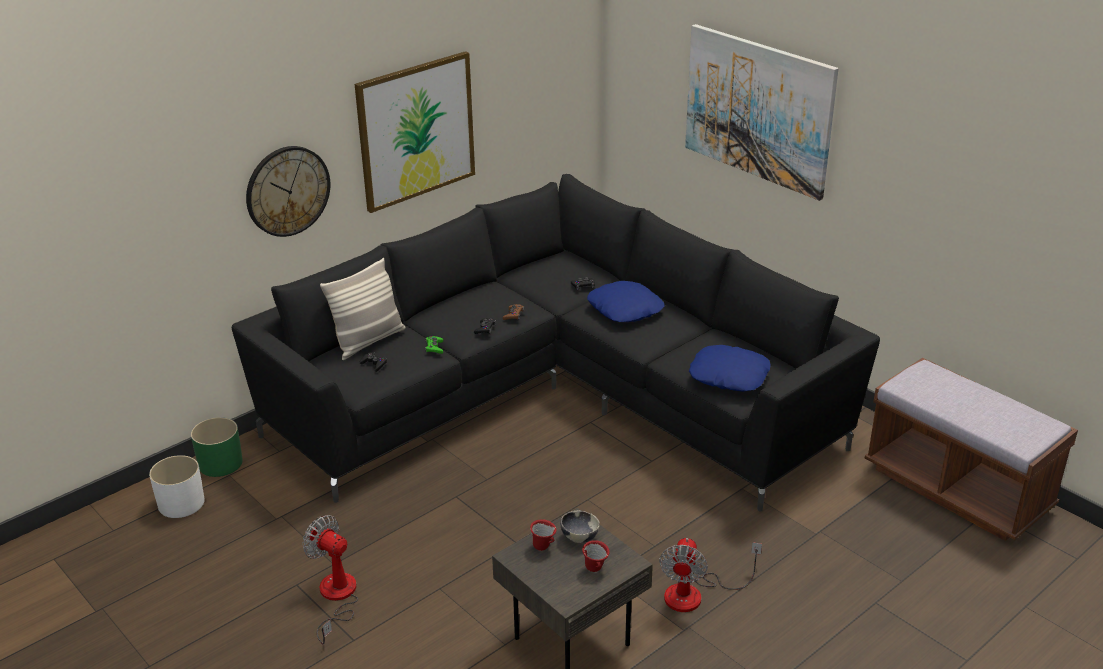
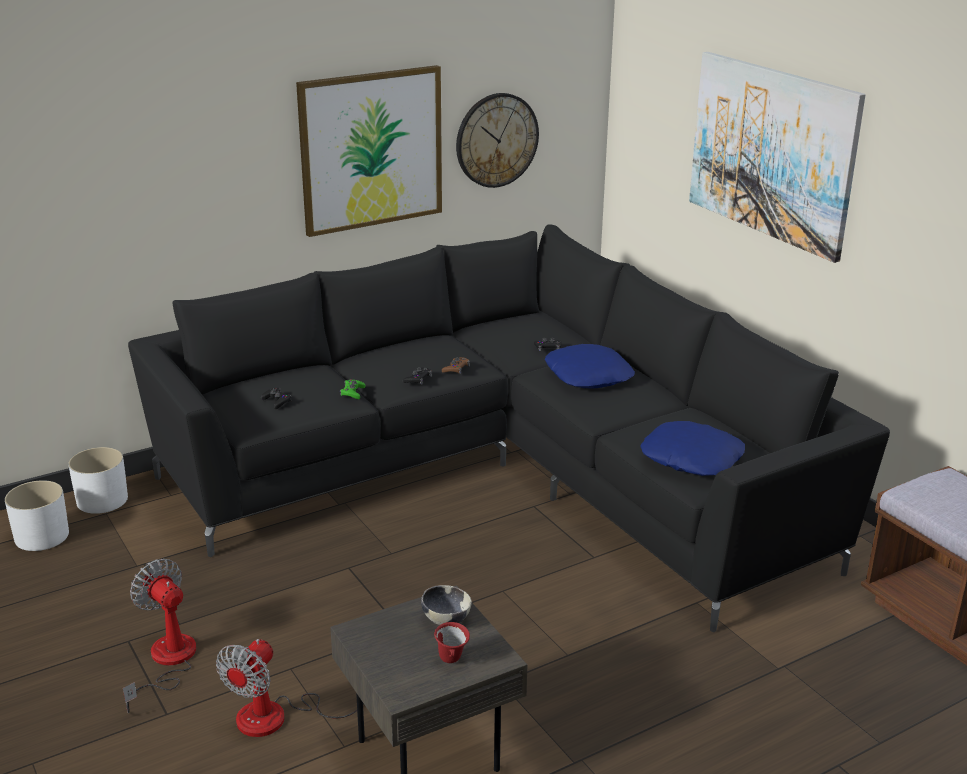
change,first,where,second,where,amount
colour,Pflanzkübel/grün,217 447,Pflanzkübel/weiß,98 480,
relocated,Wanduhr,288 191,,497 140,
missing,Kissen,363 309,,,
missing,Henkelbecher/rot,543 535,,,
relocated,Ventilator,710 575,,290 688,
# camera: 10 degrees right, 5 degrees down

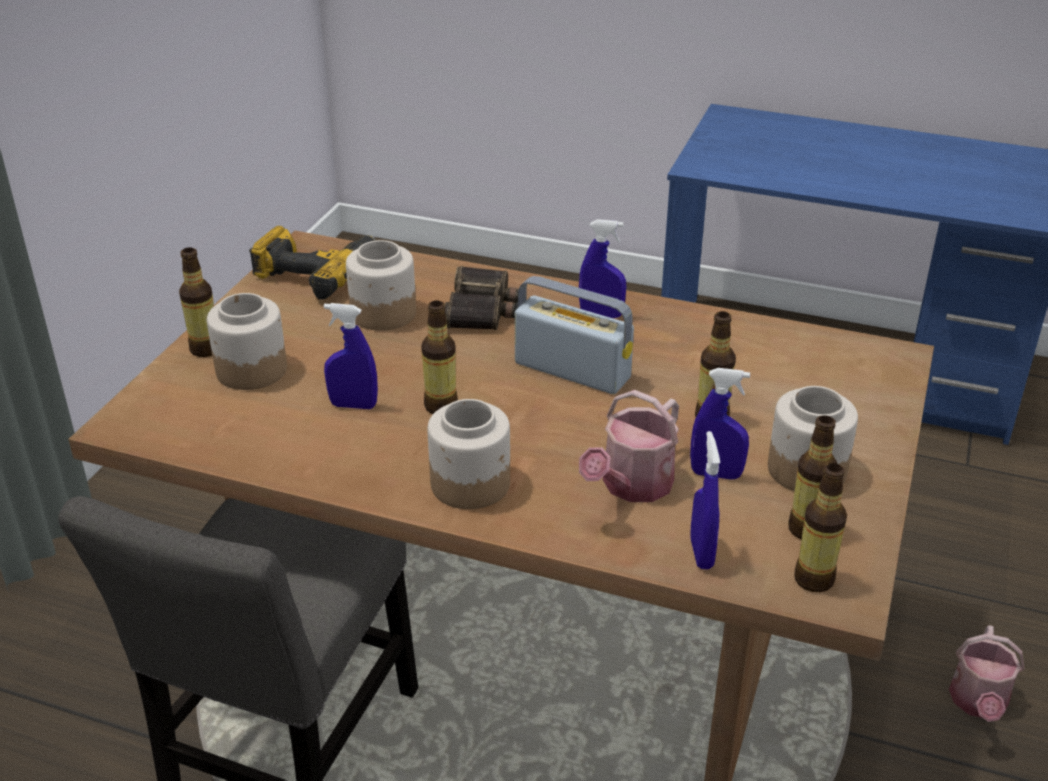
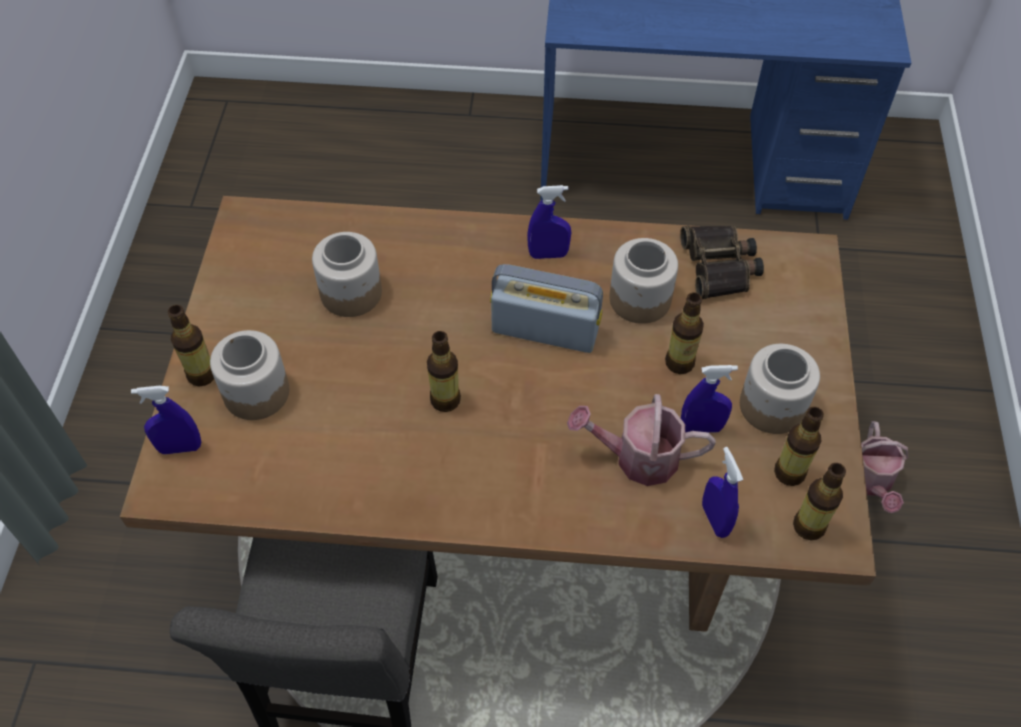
change,first,where,second,where,amount
missing,Bohrmaschine,312 263,,,
relocated,Sprühflasche/blau,351 356,,166 420,
relocated,Vorratsglas,469 454,,643 281,
relocated,Fernglas,481 298,,722 262,
spun,Gießkanne,629 446,,641 440,75 degrees clockwise
# camera: 15 degrees left, 20 degrees up

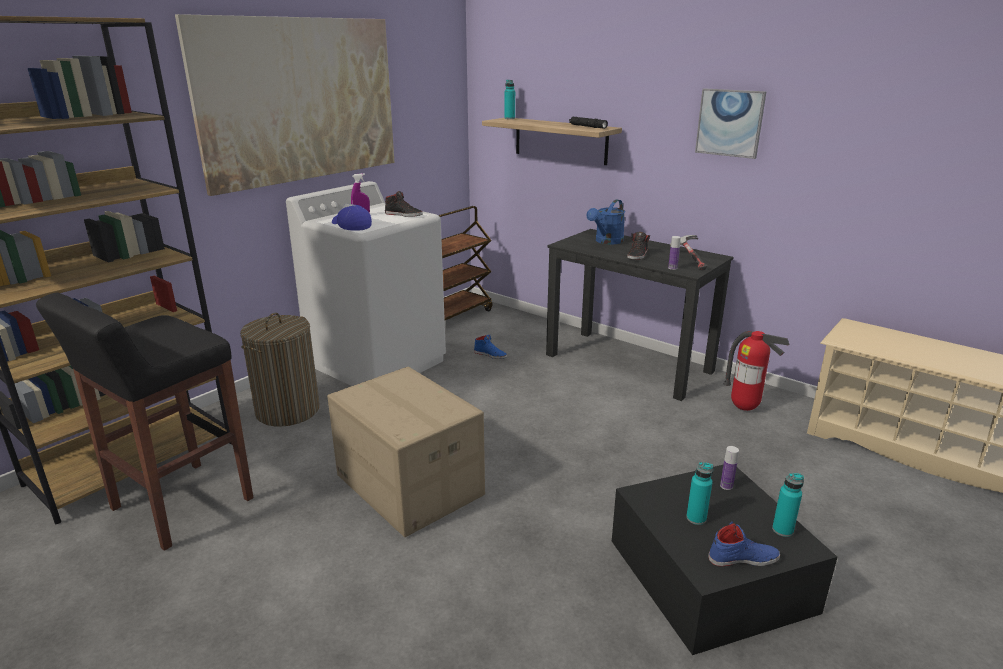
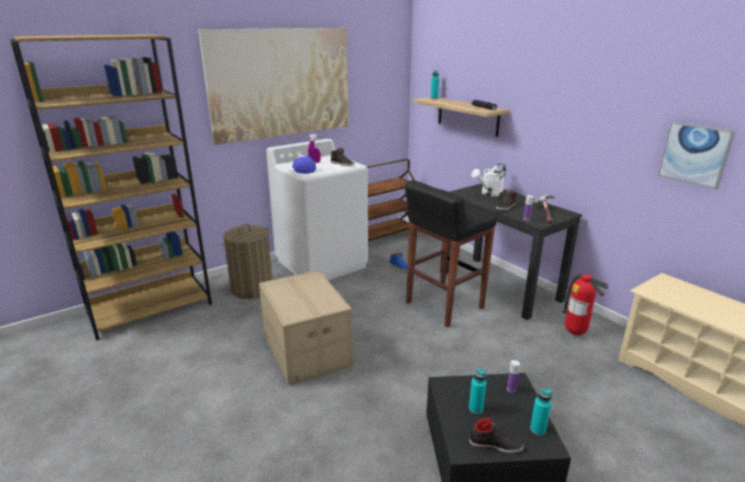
change,first,where,second,where,amount
relocated,Hocker/schwarz,144 422,,451 253,
colour,Gießkanne/blau,606 222,Gießkanne/weiß,488 180,
relocated,Bild,731 123,,696 155,
colour,Schuh/blau,744 543,Schuh/schwarz,496 434,
# camera: 15 degrees right, 0 degrees up

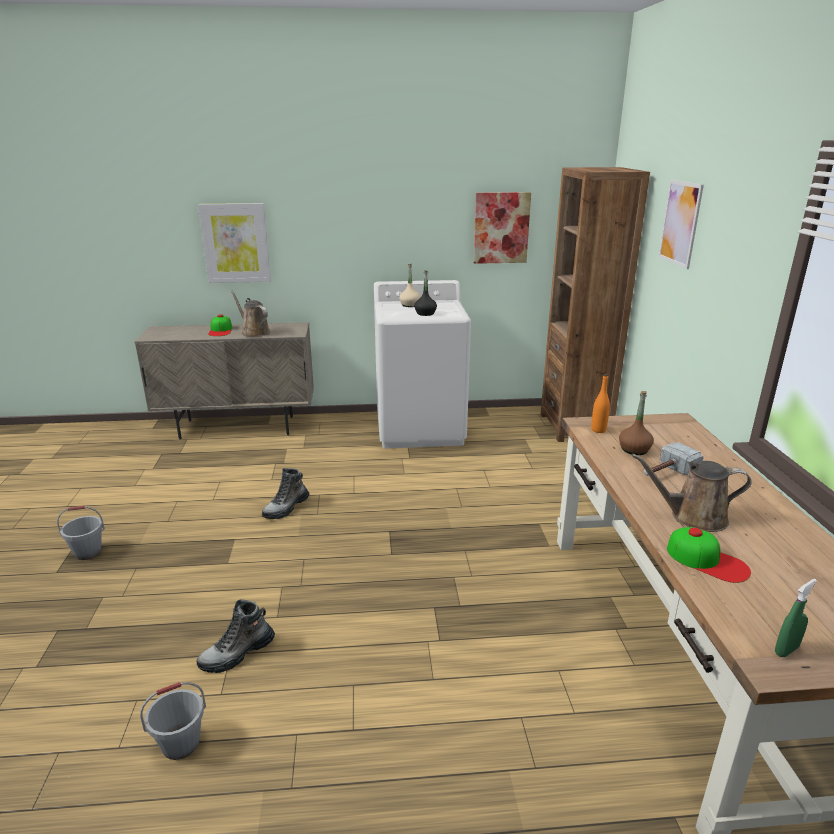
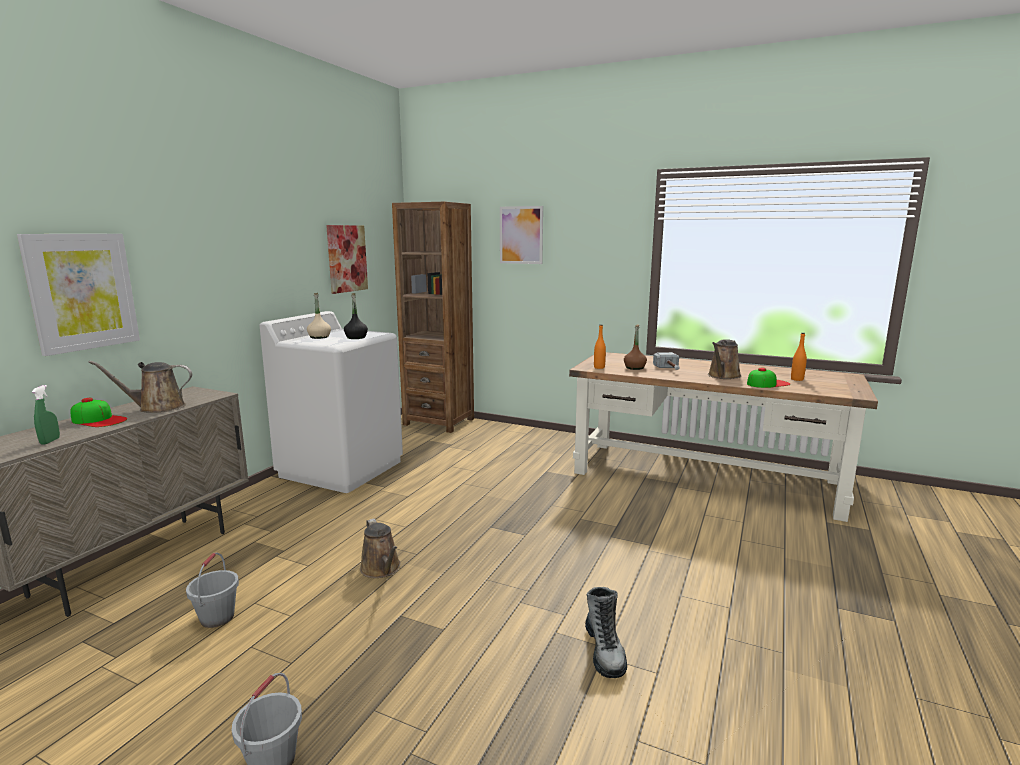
change,first,where,second,where,amount
relocated,Eimer/grau,173 721,,212 590,
exchanged,Stiefel,285 493,Gießkanne/braun,380 548,
relocated,Sprühflasche/grün,796 618,,46 415,
appeared,,,Flasche/orange,799 357,
# camera: 60 degrees left, 10 degrees down

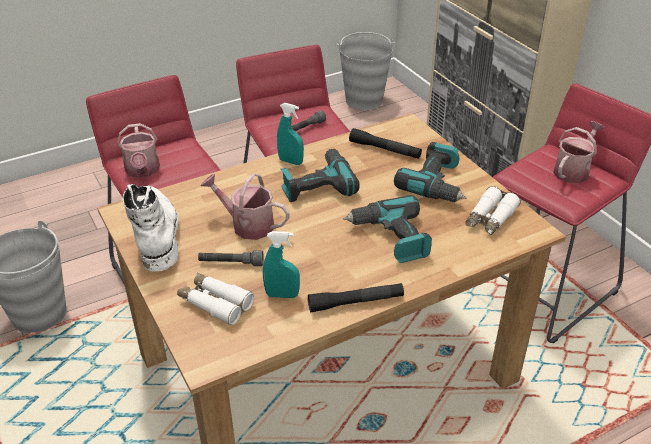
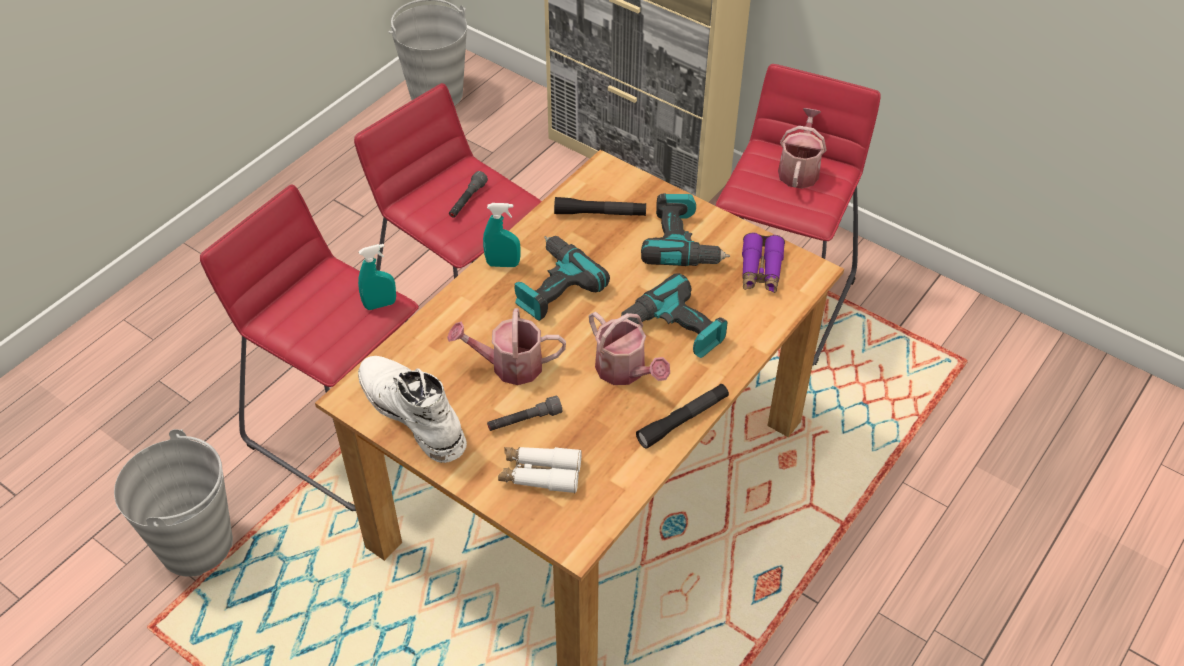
change,first,where,second,where,amount
relocated,Gießkanne,138 150,,629 348,
relocated,Sprühflasche/türkis,281 264,,377 277,
colour,Fernglas/weiß,493 210,Fernglas/lila,763 262,
# camera: 25 degrees left, 10 degrees up

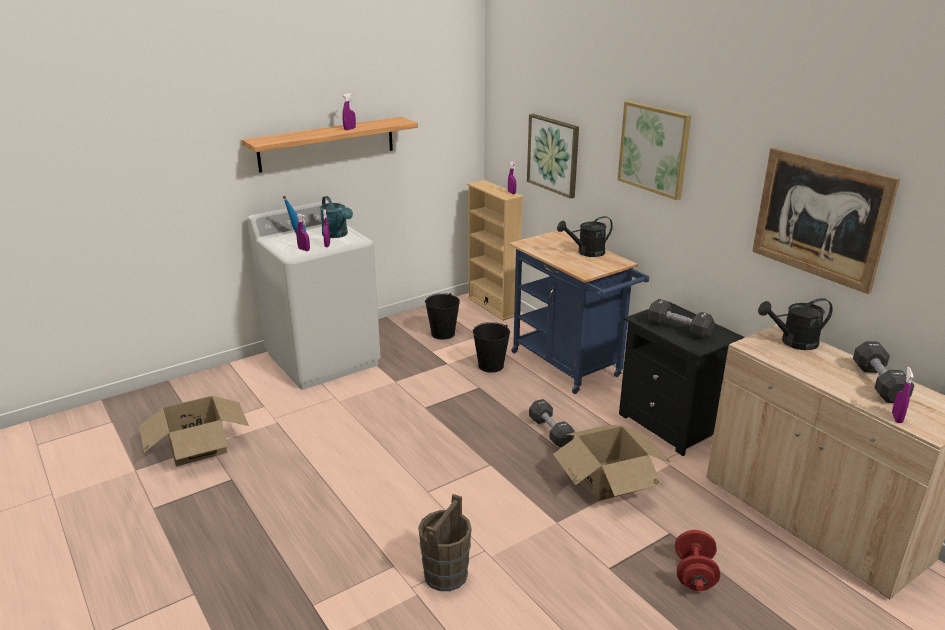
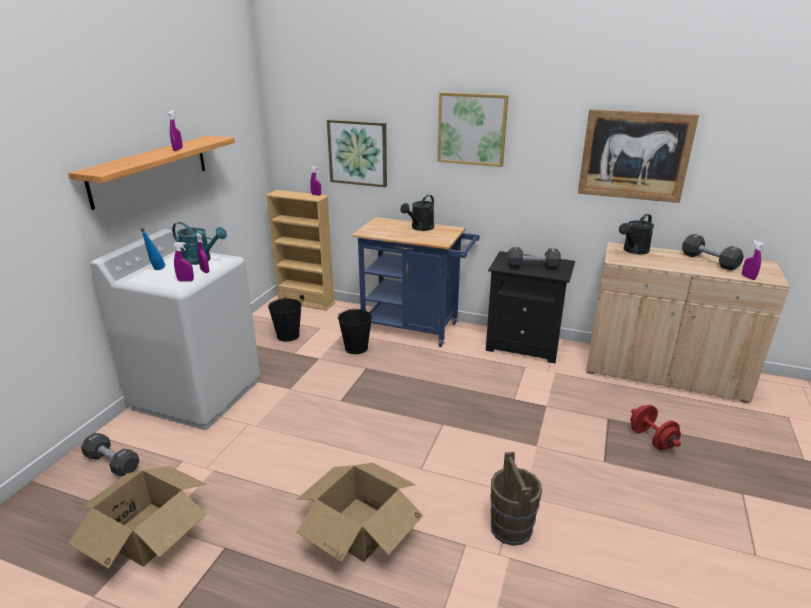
change,first,where,second,where,amount
relocated,Hantel/schwarz,552 423,,110 454,
relocated,Karton,611 463,,359 512,
# camera: 35 degrees left, 0 degrees up

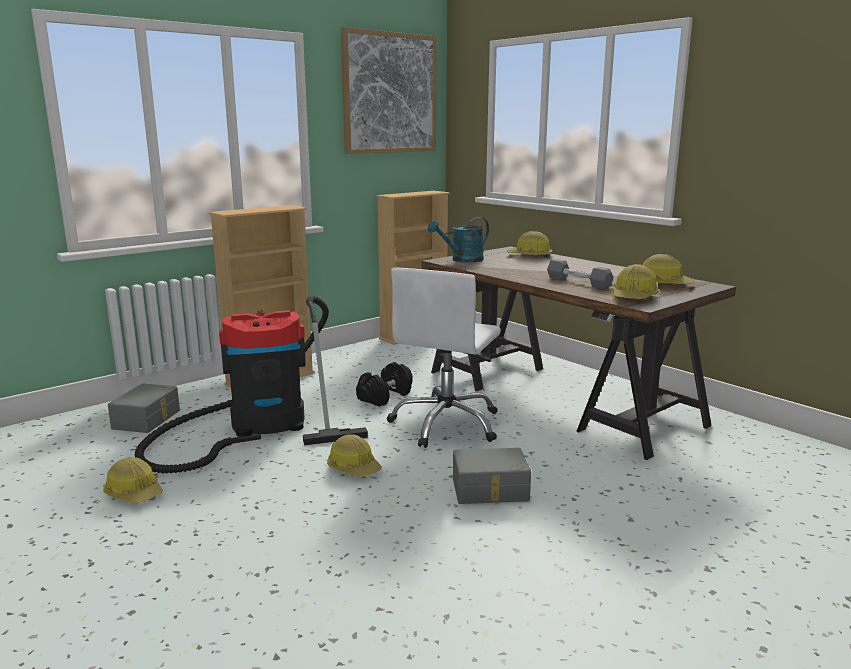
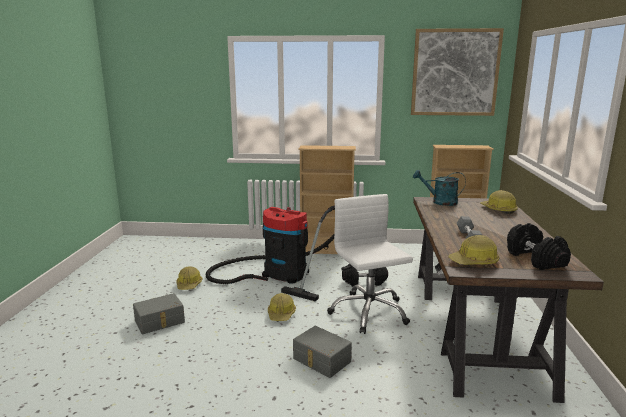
change,first,where,second,where,amount
relocated,Aufbewahrungsbox/grau,144 408,,159 313,
spun,Bürostuhl/weiß,444 358,,370 264,90 degrees clockwise
exchanged,Schutzhelm,668 269,Hantel/schwarz,539 246,
# camera: 45 degrees right, 0 degrees up

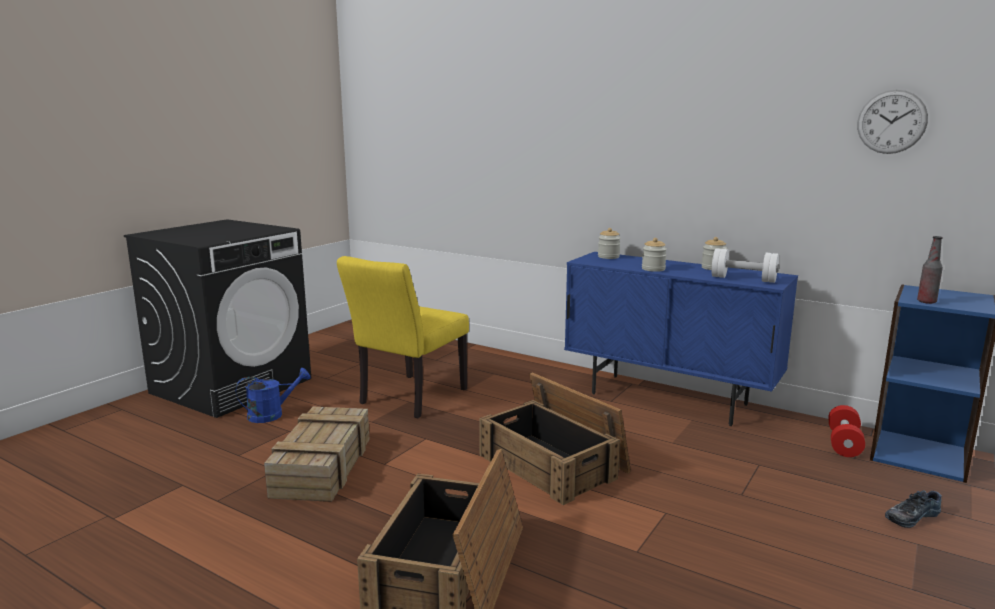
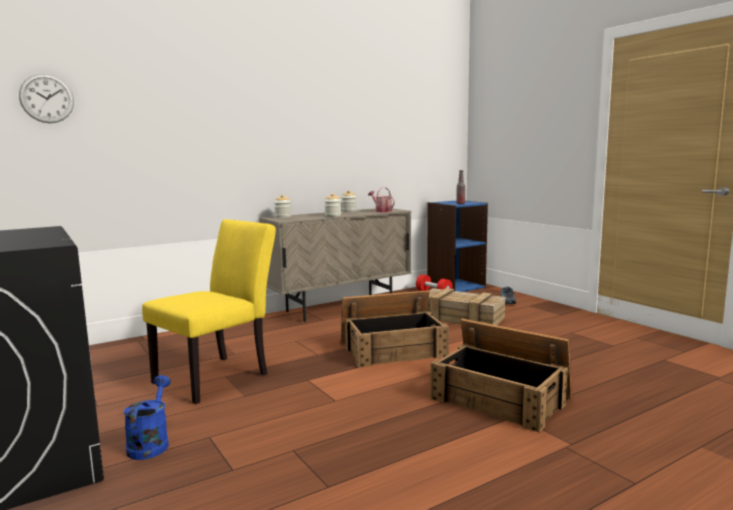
change,first,where,second,where,amount
relocated,Kiste,317 454,,466 306,
spun,Stuhl/gelb,403 337,,209 311,105 degrees counterclockwise
colour,Schrank/blau,681 339,Schrank/beige,335 265,
exchanged,Hantel/weiß,745 265,Gießkanne,381 199,
relocated,Wanduhr,892 122,,46 98,
# camera: 65 degrees left, 5 degrees down

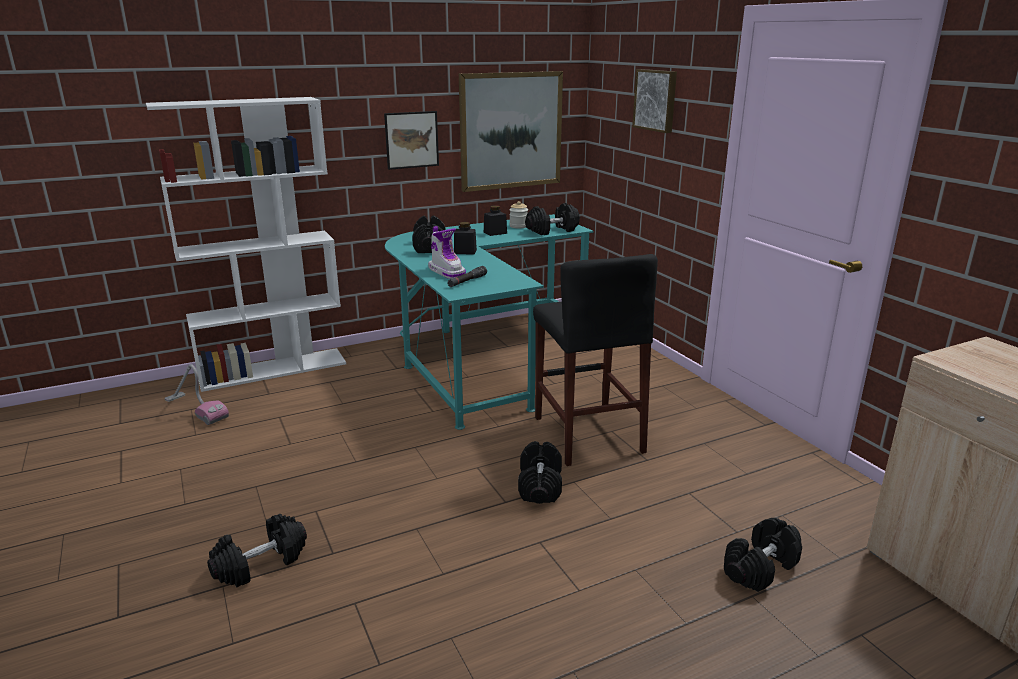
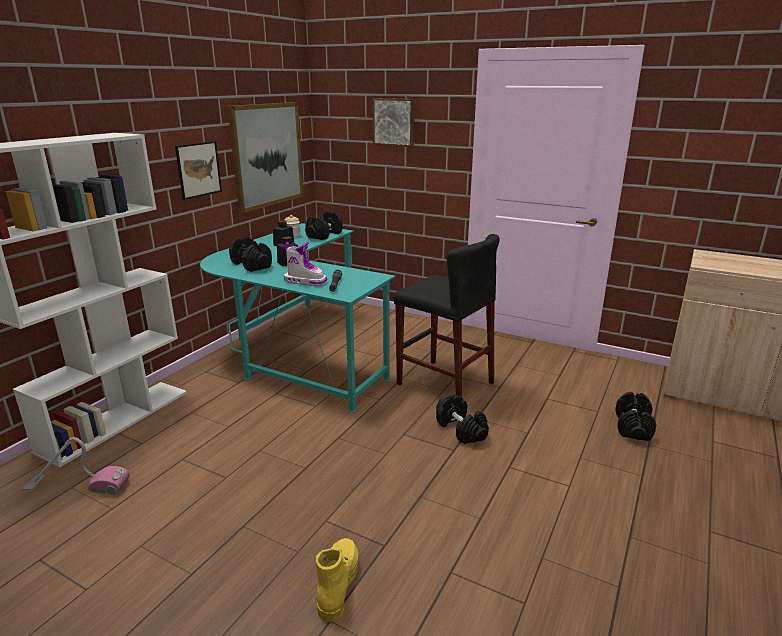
change,first,where,second,where,amount
exchanged,Hantel/schwarz,257 550,Stiefel/gelb,337 580,
# camera: 35 degrees left, 0 degrees up

